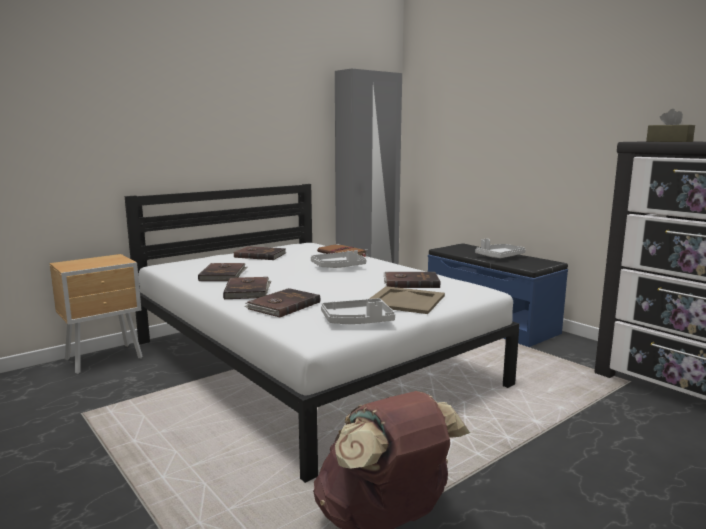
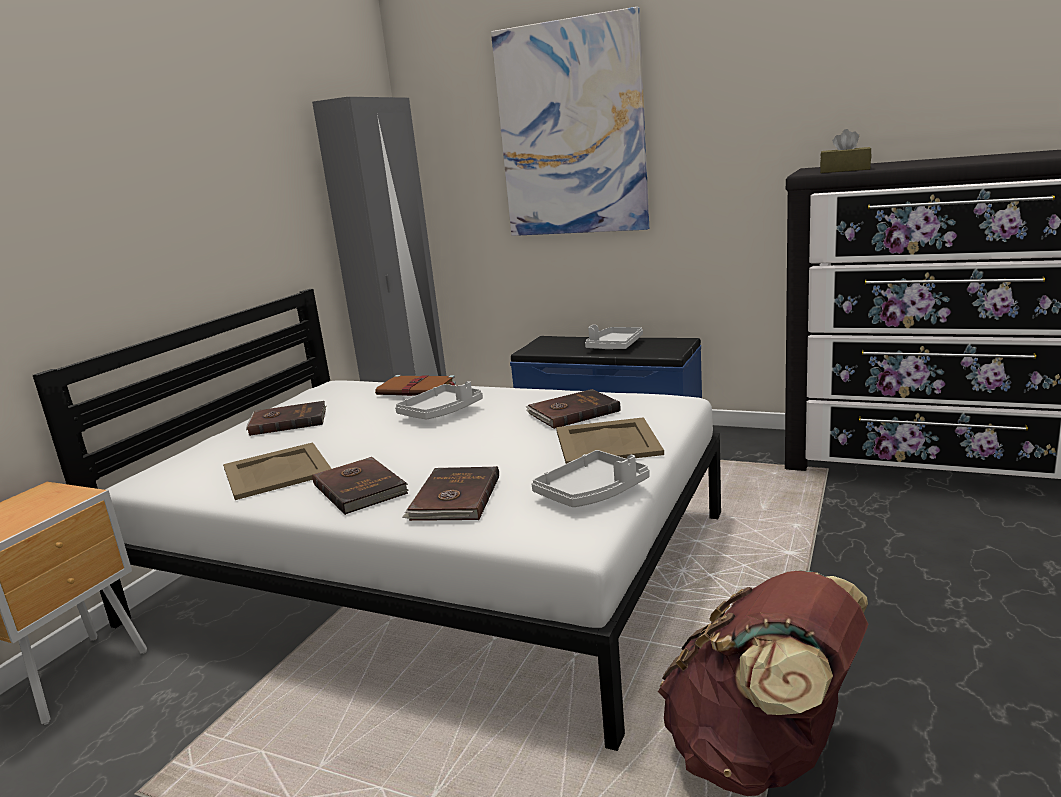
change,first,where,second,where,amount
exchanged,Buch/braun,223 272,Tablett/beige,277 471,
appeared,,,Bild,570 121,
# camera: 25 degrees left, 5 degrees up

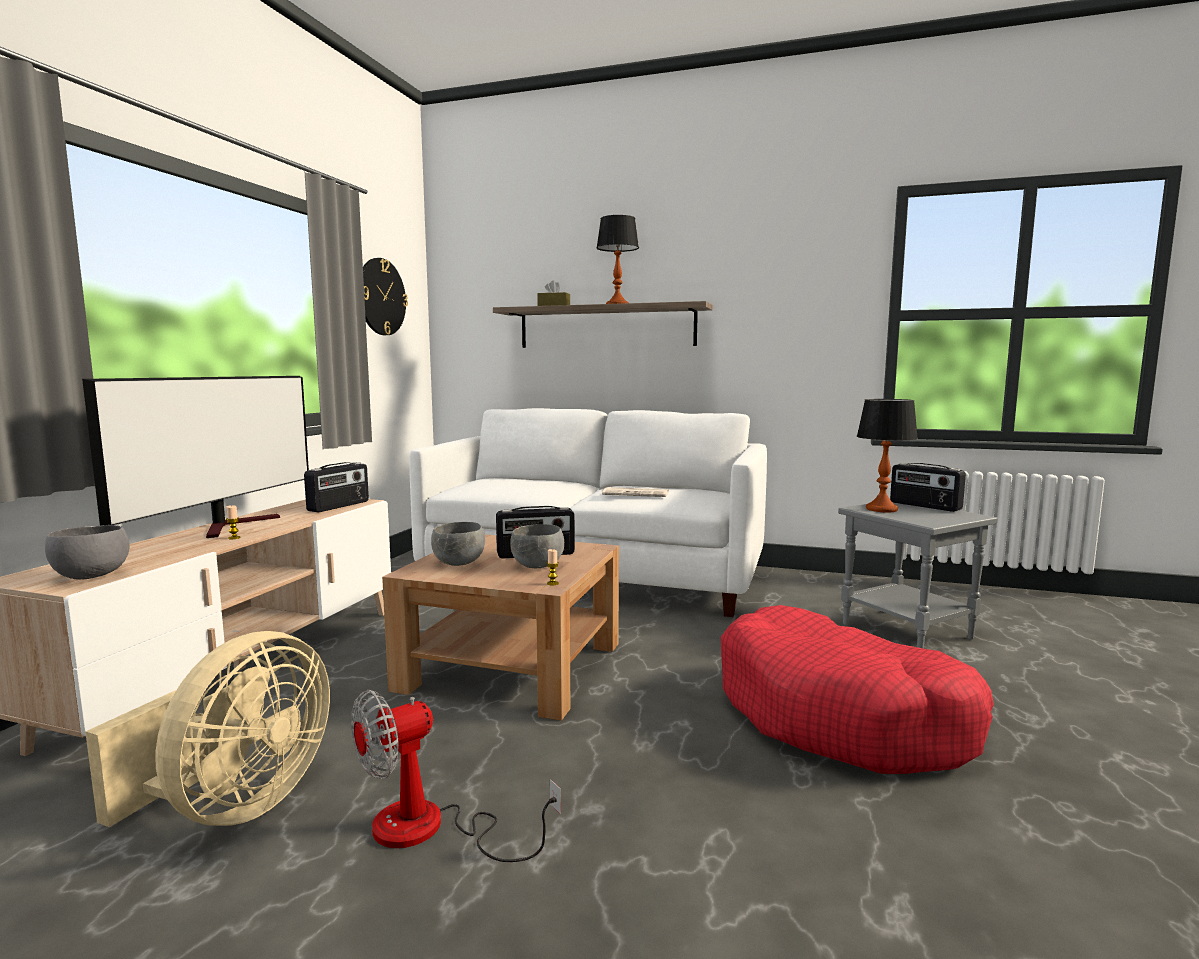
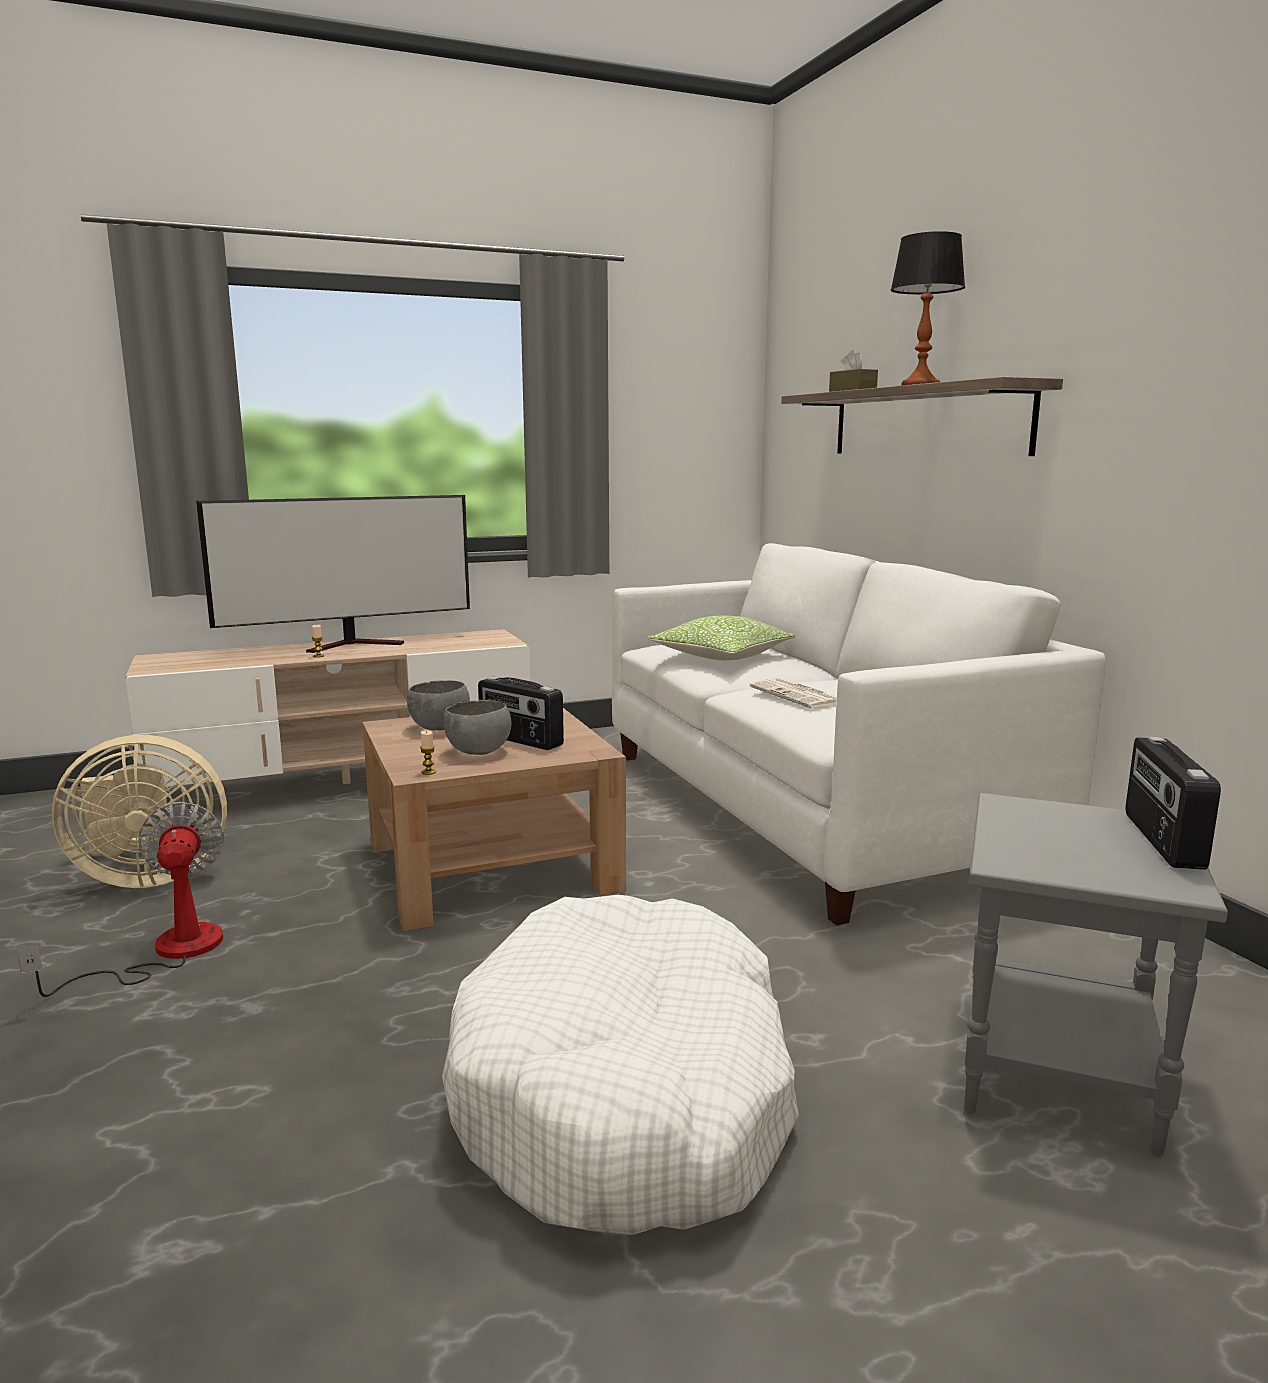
change,first,where,second,where,amount
missing,Schüssel/grau,87 552,,,
missing,Radio,336 487,,,
spun,Ventilator,456 776,,121 899,60 degrees clockwise
missing,Wanduhr,385 296,,,
colour,Hundebett/rot,857 689,Hundebett/weiß,620 1065,
missing,Tischlampe,887 455,,,
appeared,,,Kissen,721 638,
# camera: 50 degrees right, 5 degrees up

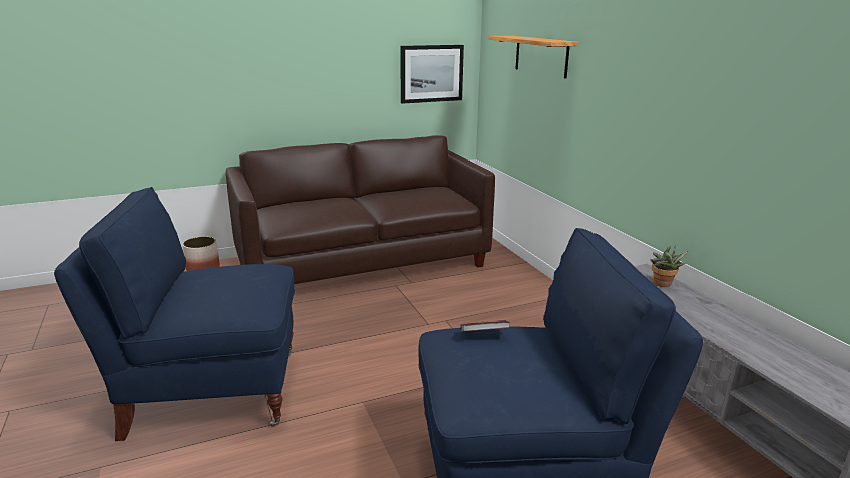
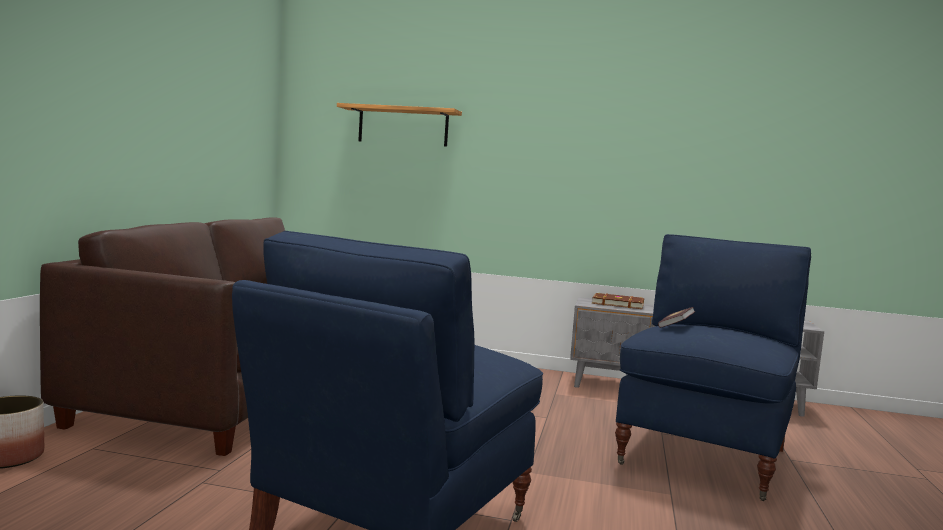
change,first,where,second,where,amount
missing,Bild,432 74,,,
exchanged,Topfpflanze,669 266,Buch/braun,618 301,
# camera: 55 degrees left, 15 degrees down

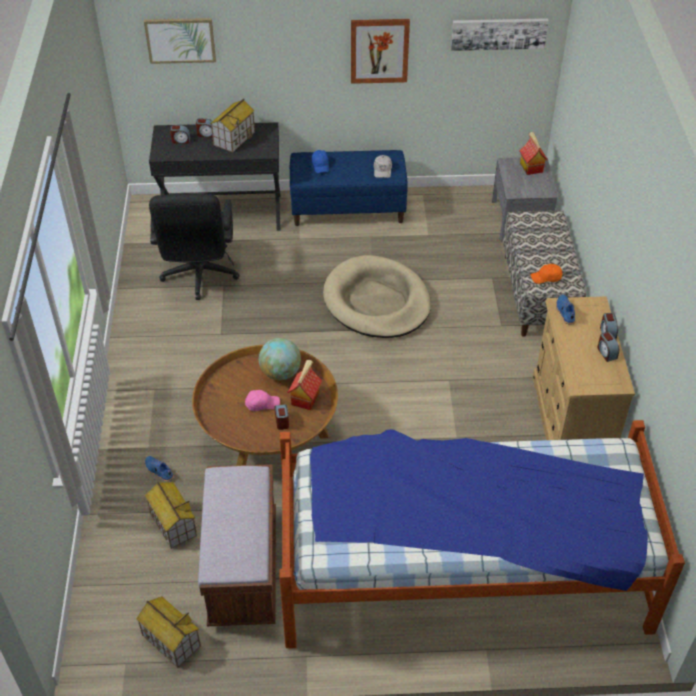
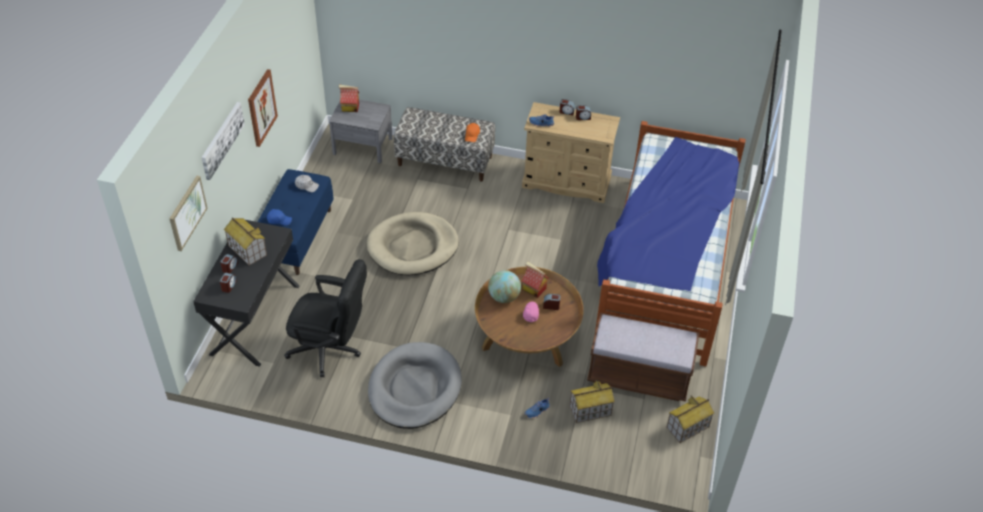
change,first,where,second,where,amount
relocated,Bild,500 34,,223 141,
appeared,,,Hundebett/grau,415 385,
# camera: 75 degrees left, 0 degrees up

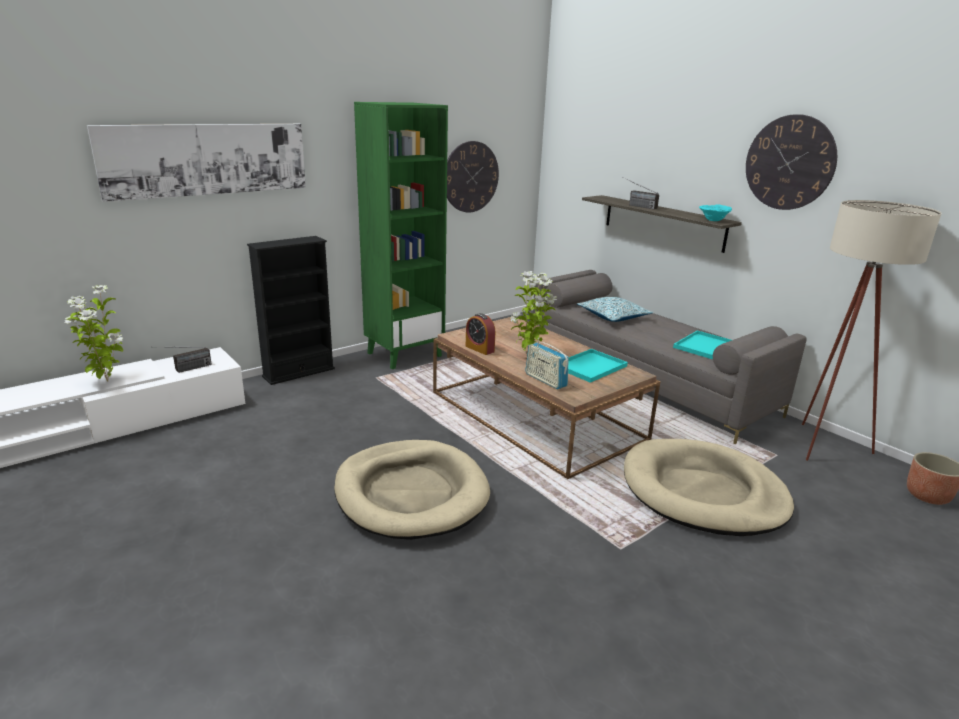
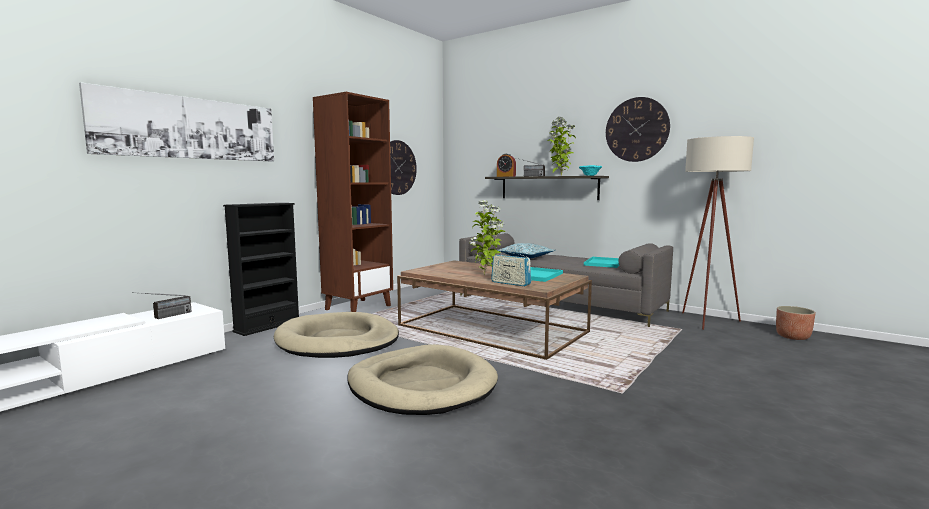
change,first,where,second,where,amount
relocated,Topfpflanze,94 333,,562 146,
colour,Bücherregal/grün,401 235,Bücherregal/braun,353 202,
relocated,Wecker,480 334,,506 165,
relocated,Hundebett/beige,709 487,,336 335,
# camera: 15 degrees left, 15 degrees down

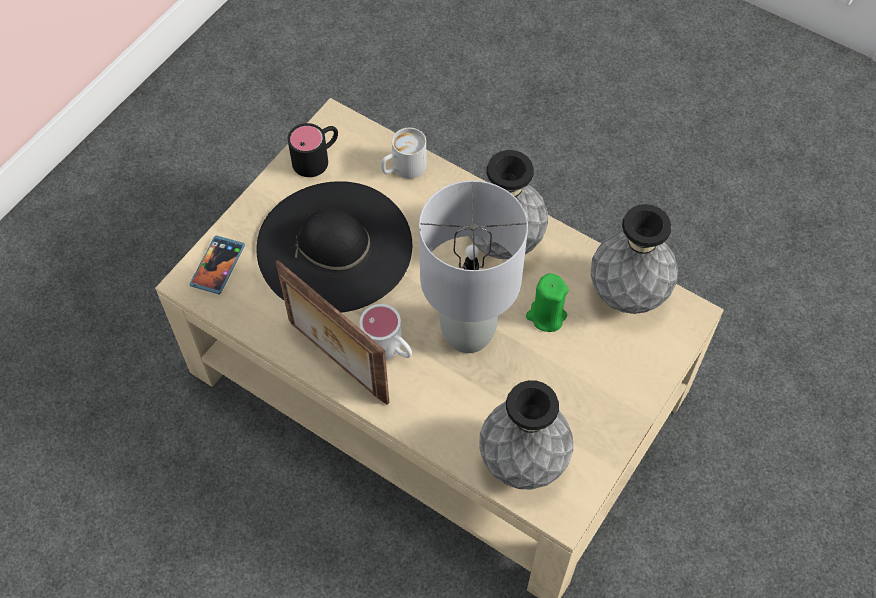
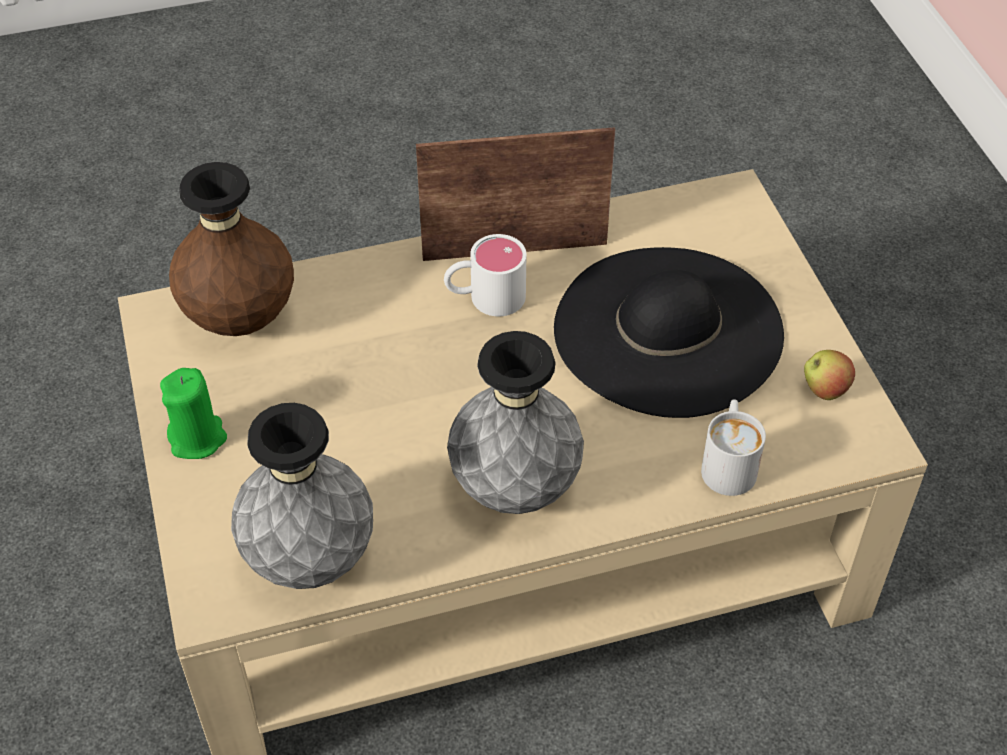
change,first,where,second,where,amount
missing,Handy,217 264,,,
exchanged,Henkelbecher/schwarz,313 150,Apfel,829 375,
missing,Tischlampe/grau,473 266,,,
colour,Vase/grau,526 434,Vase/braun,231 249,
relocated,Kerze/grün,547 302,,193 413,
# camera: 130 degrees right, 10 degrees down

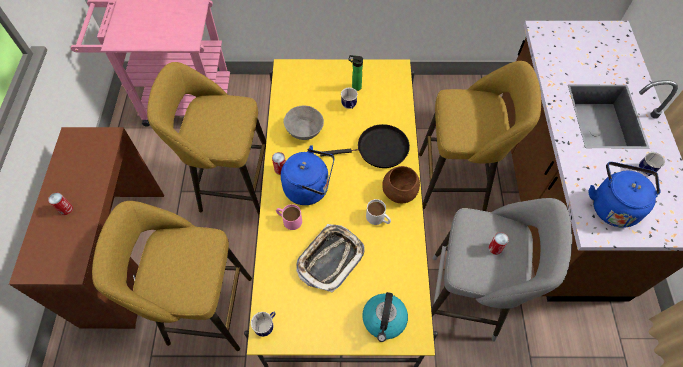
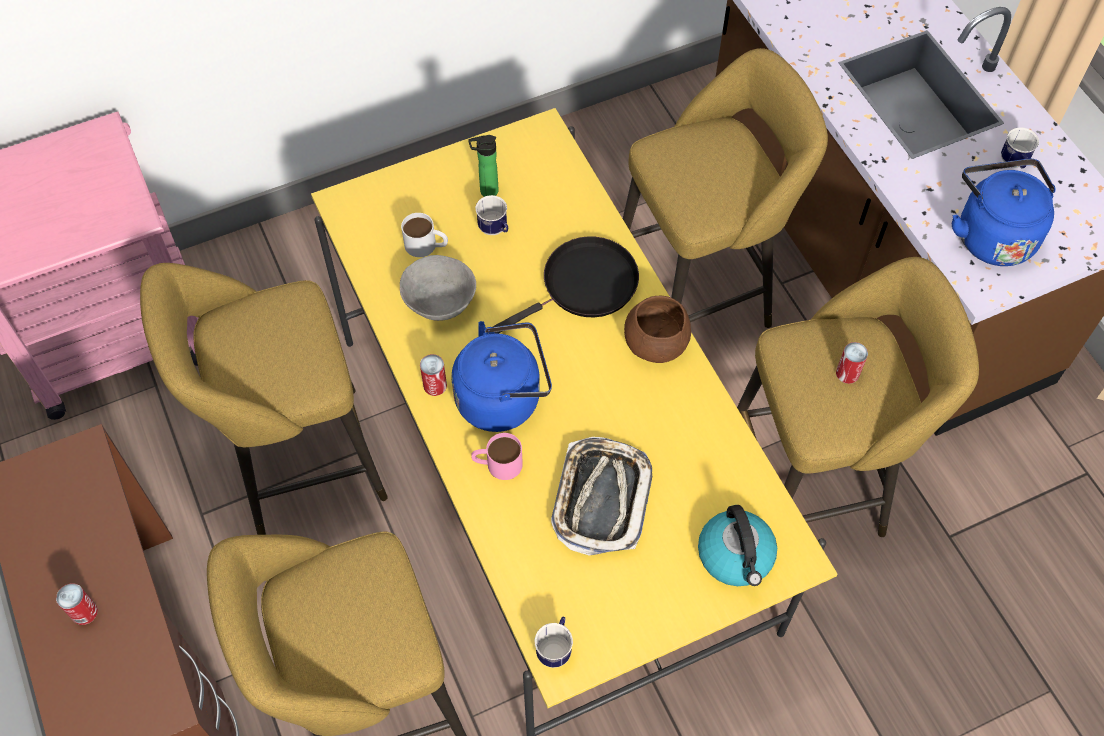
change,first,where,second,where,amount
relocated,Henkelbecher/weiß,378 212,,424 235,
colour,Hocker/grau,501 269,Hocker/gelb,858 397,
# camera: 25 degrees left, 0 degrees up

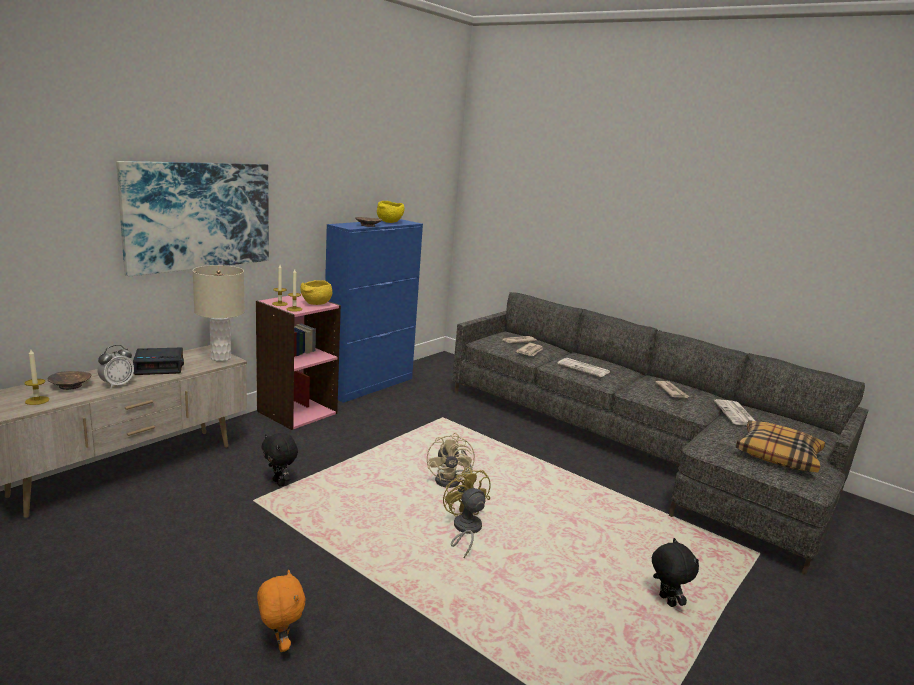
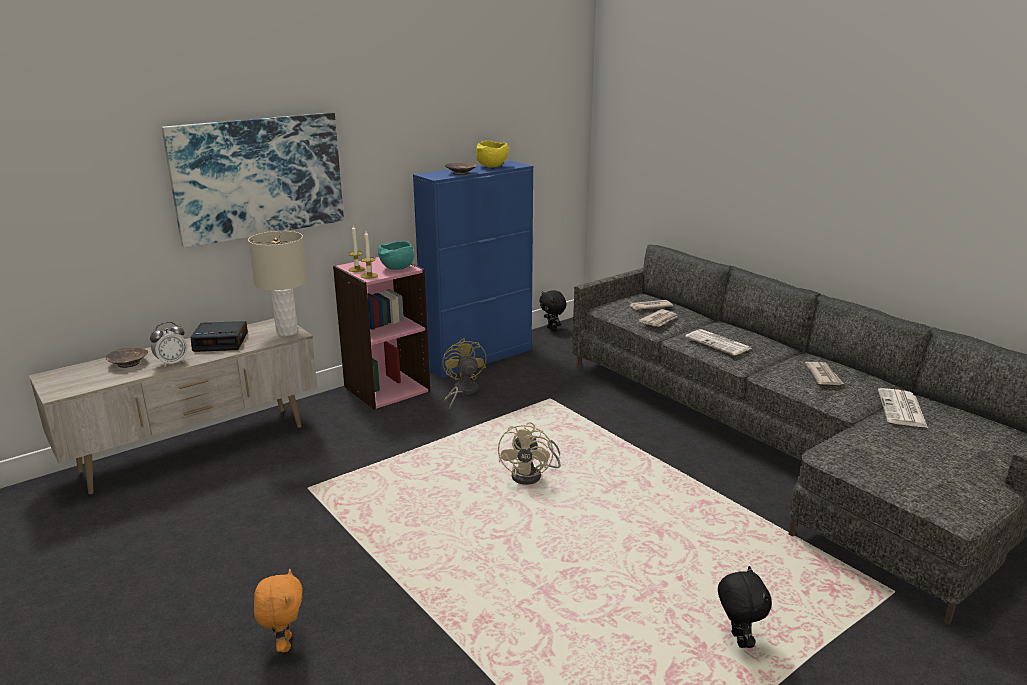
change,first,where,second,where,amount
missing,Kerze,37 377,,,
relocated,Plüschtier/schwarz,279 459,,553 310,
colour,Schüssel/gelb,316 292,Schüssel/türkis,396 255,
relocated,Ventilator/gelb,467 512,,464 373,
missing,Kissen,780 446,,,
# camera: 15 degrees right, 5 degrees up

